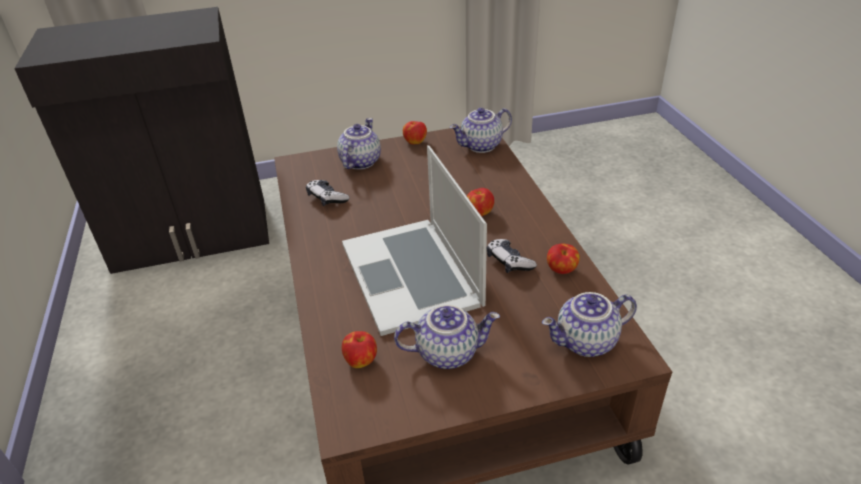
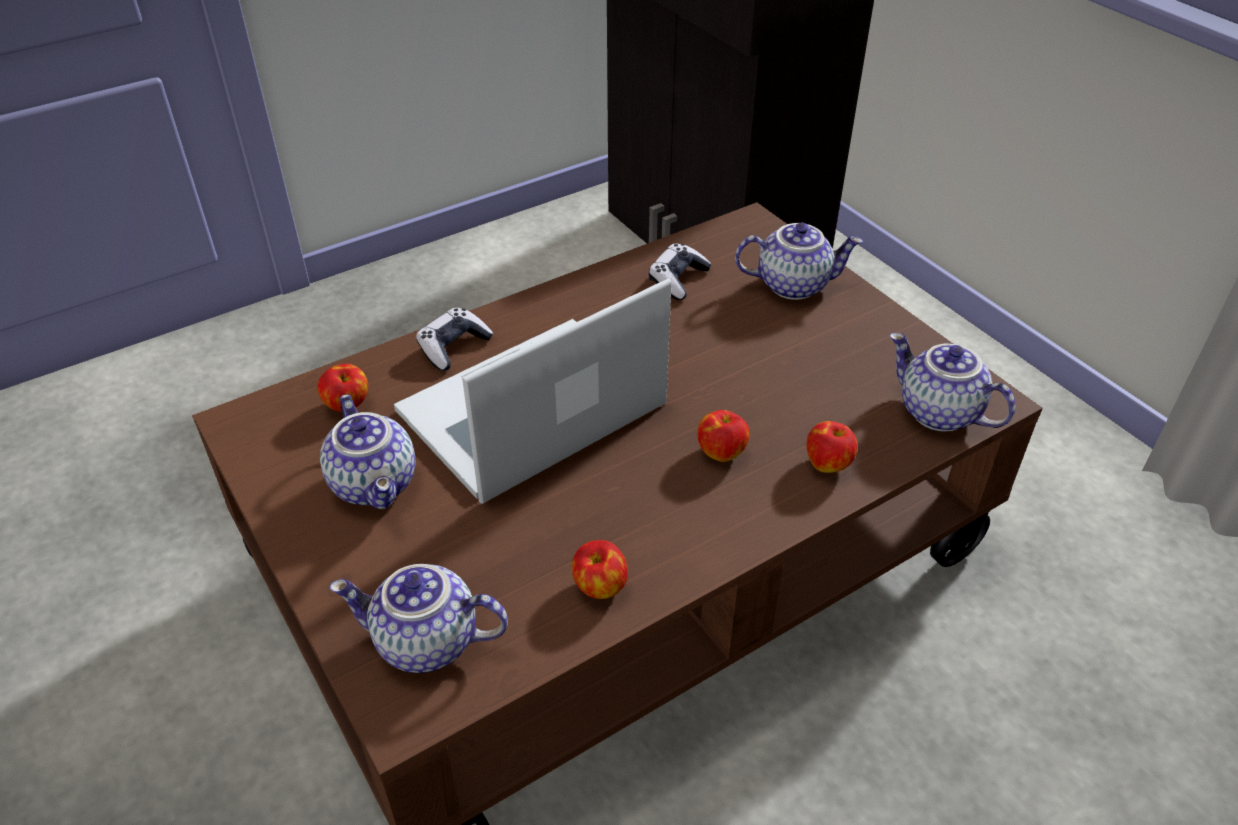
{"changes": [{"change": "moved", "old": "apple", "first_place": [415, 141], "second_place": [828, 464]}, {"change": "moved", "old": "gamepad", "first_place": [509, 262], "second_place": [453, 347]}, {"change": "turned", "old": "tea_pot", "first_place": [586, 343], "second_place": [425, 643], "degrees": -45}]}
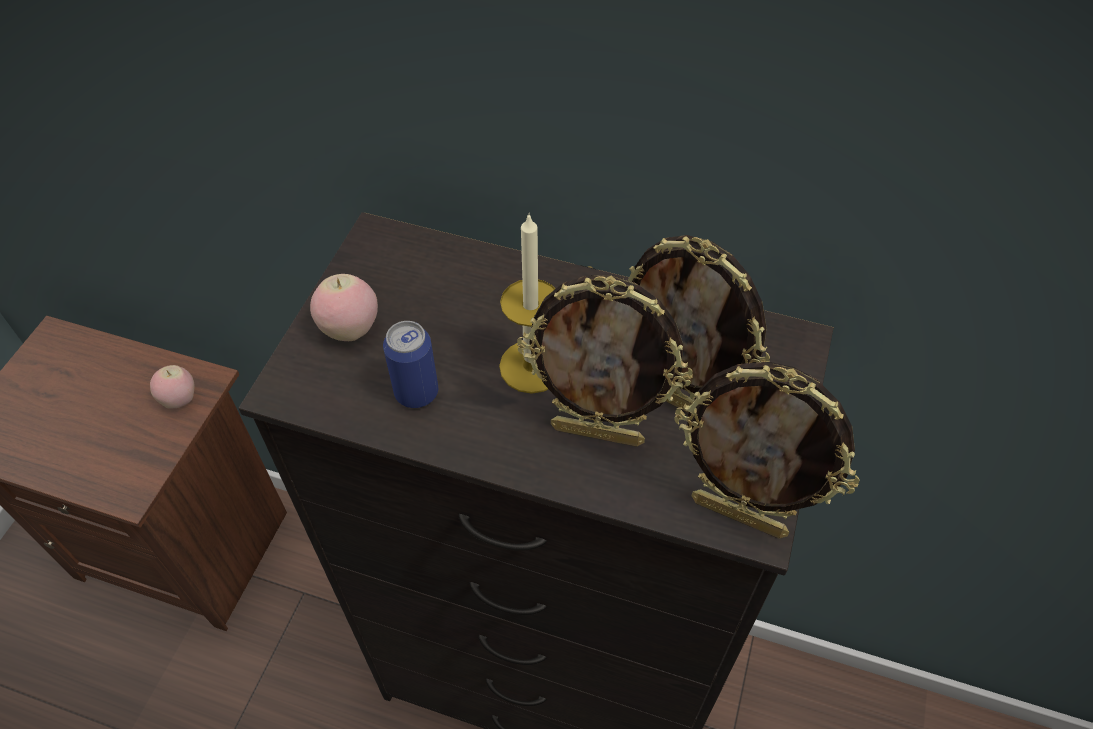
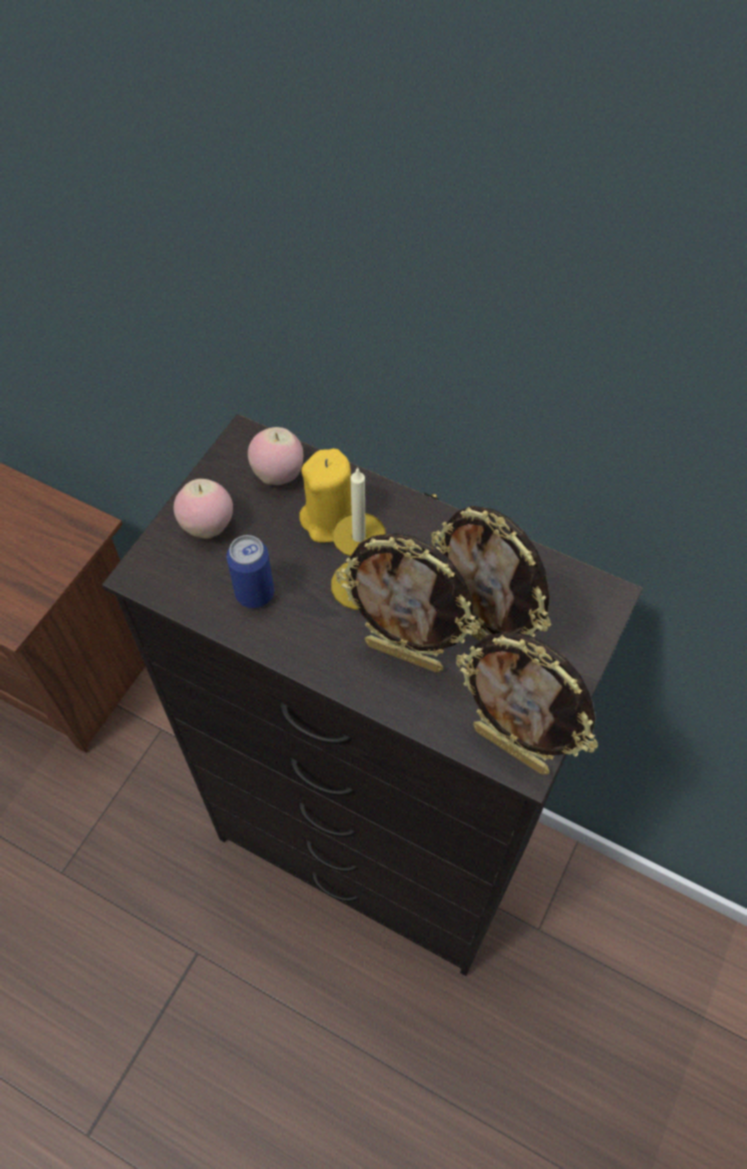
{"changes": [{"change": "moved", "old": "apple", "first_place": [180, 399], "second_place": [278, 475]}, {"change": "added", "new": "yellow-coloured_wax_candle", "second_place": [330, 520]}]}
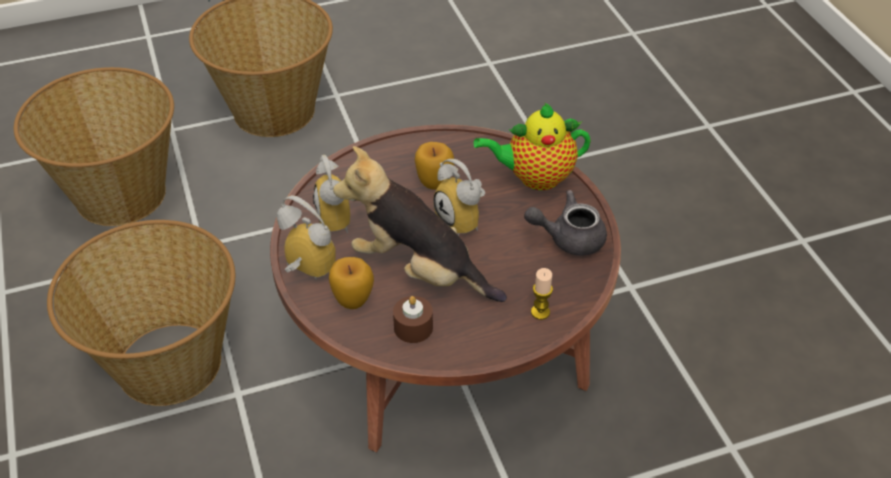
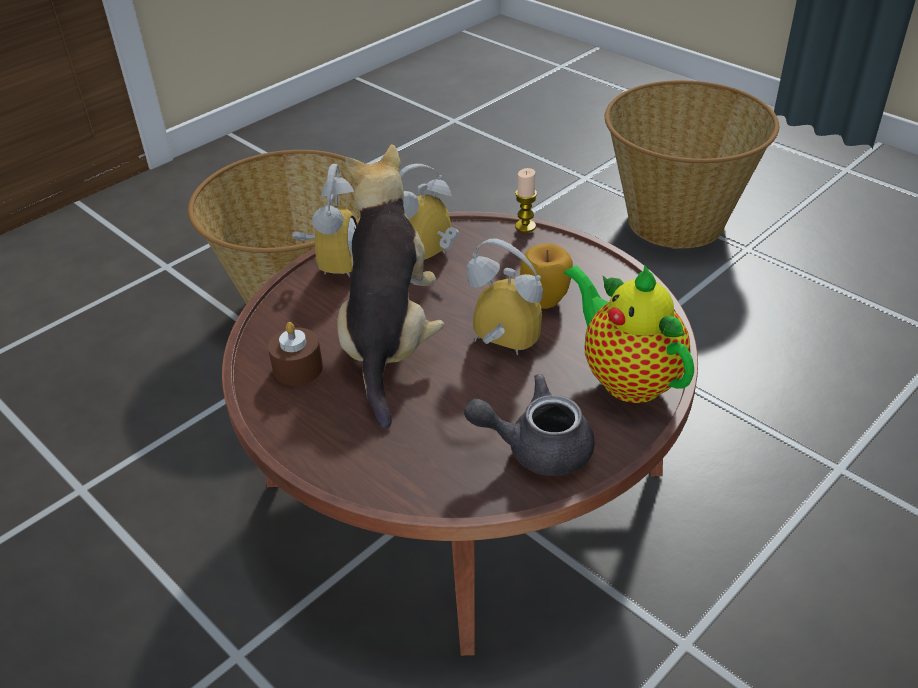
{"changes": [{"change": "removed", "old": "basket", "first_place": [119, 194]}, {"change": "removed", "old": "apple", "first_place": [353, 300]}, {"change": "turned", "old": "bedside_clock", "first_place": [464, 220], "second_place": [499, 347], "degrees": 90}, {"change": "turned", "old": "greyish_tea_pot", "first_place": [568, 238], "second_place": [536, 447], "degrees": -60}, {"change": "moved", "old": "wax_candle", "first_place": [540, 312], "second_place": [525, 226]}]}
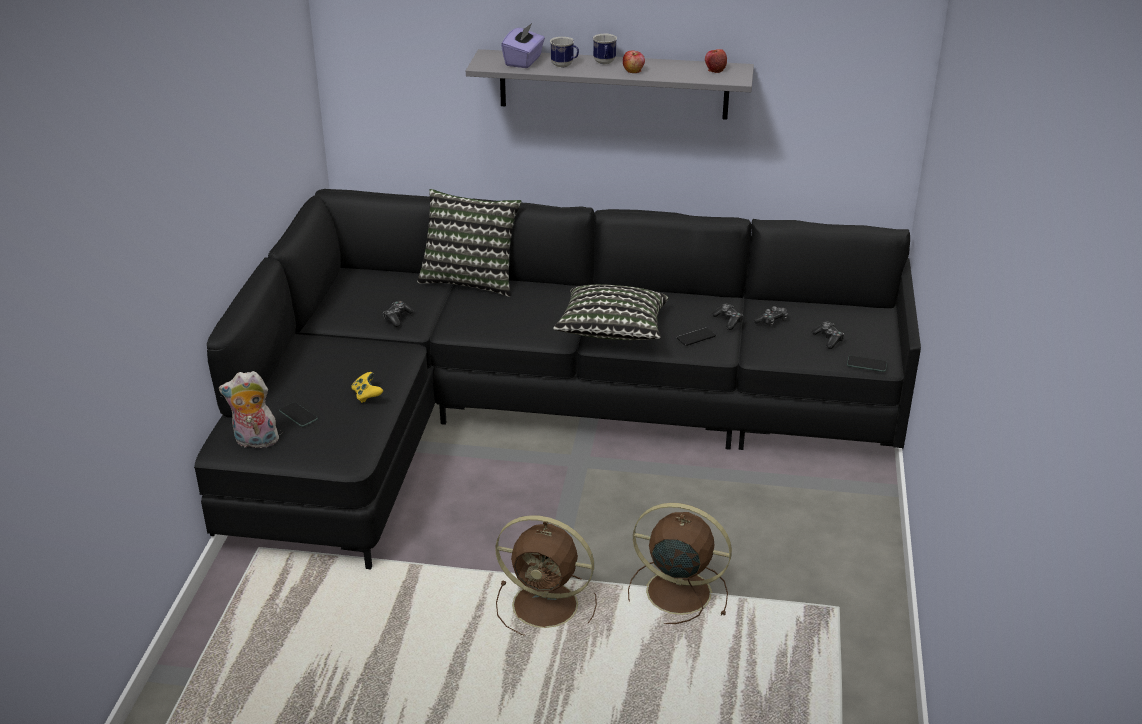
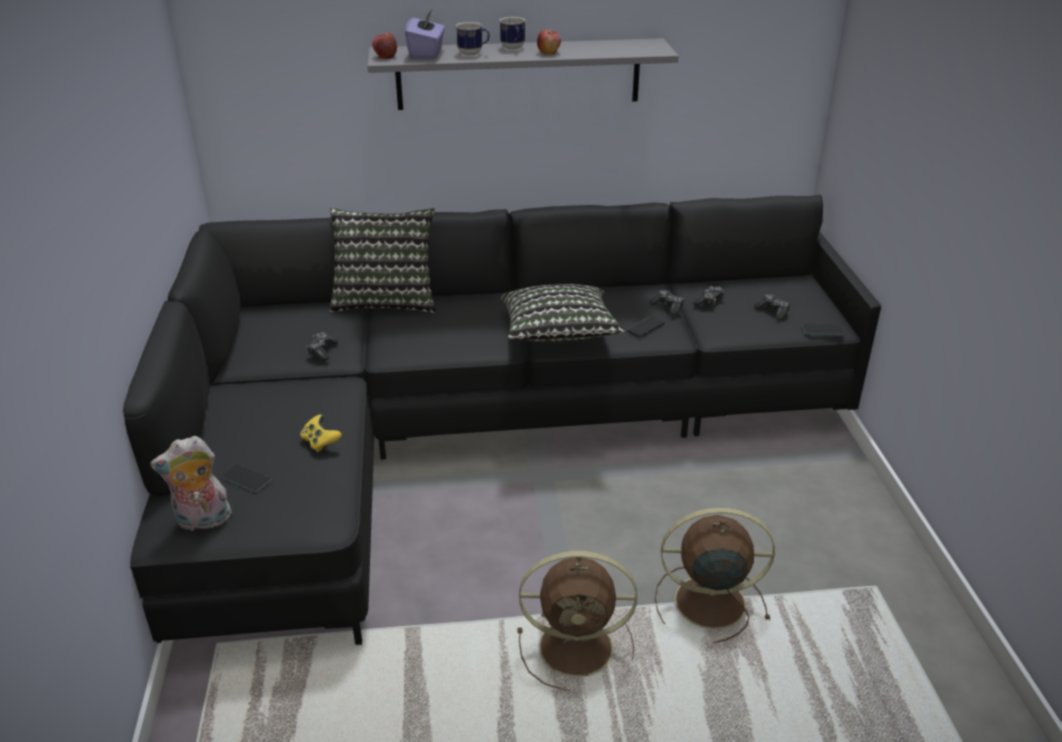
{"changes": [{"change": "moved", "old": "apple", "first_place": [715, 69], "second_place": [385, 56]}]}
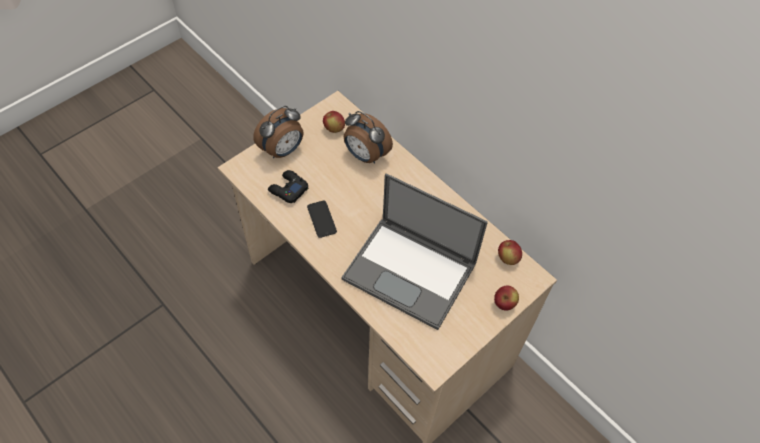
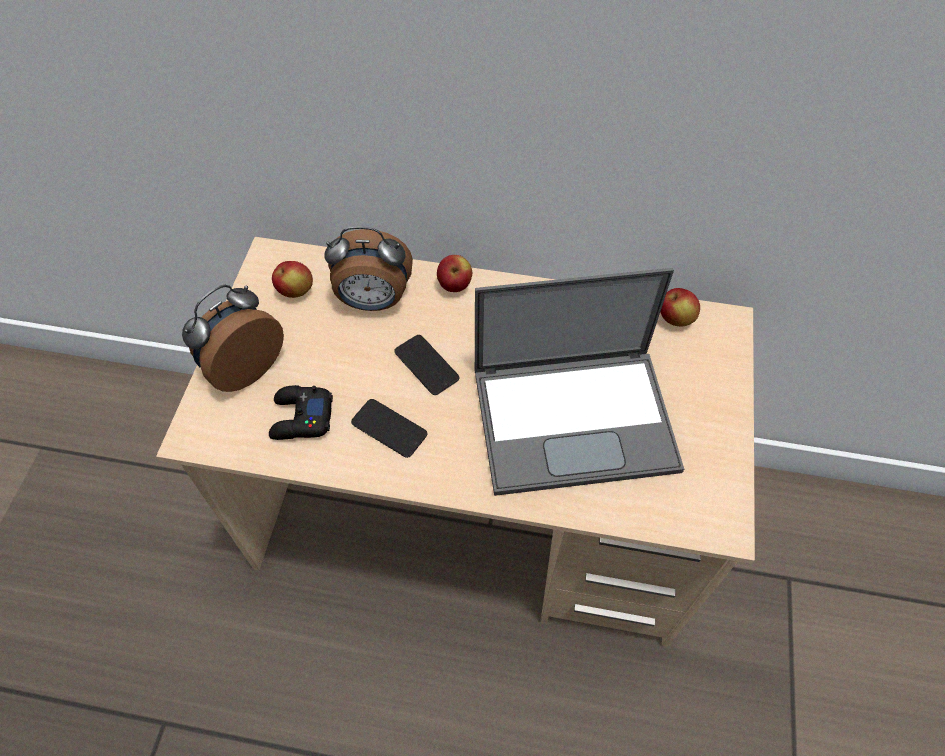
{"changes": [{"change": "turned", "old": "bedside_clock", "first_place": [283, 150], "second_place": [243, 367], "degrees": -150}, {"change": "moved", "old": "apple", "first_place": [504, 303], "second_place": [454, 285]}, {"change": "added", "new": "phone", "second_place": [426, 365]}]}
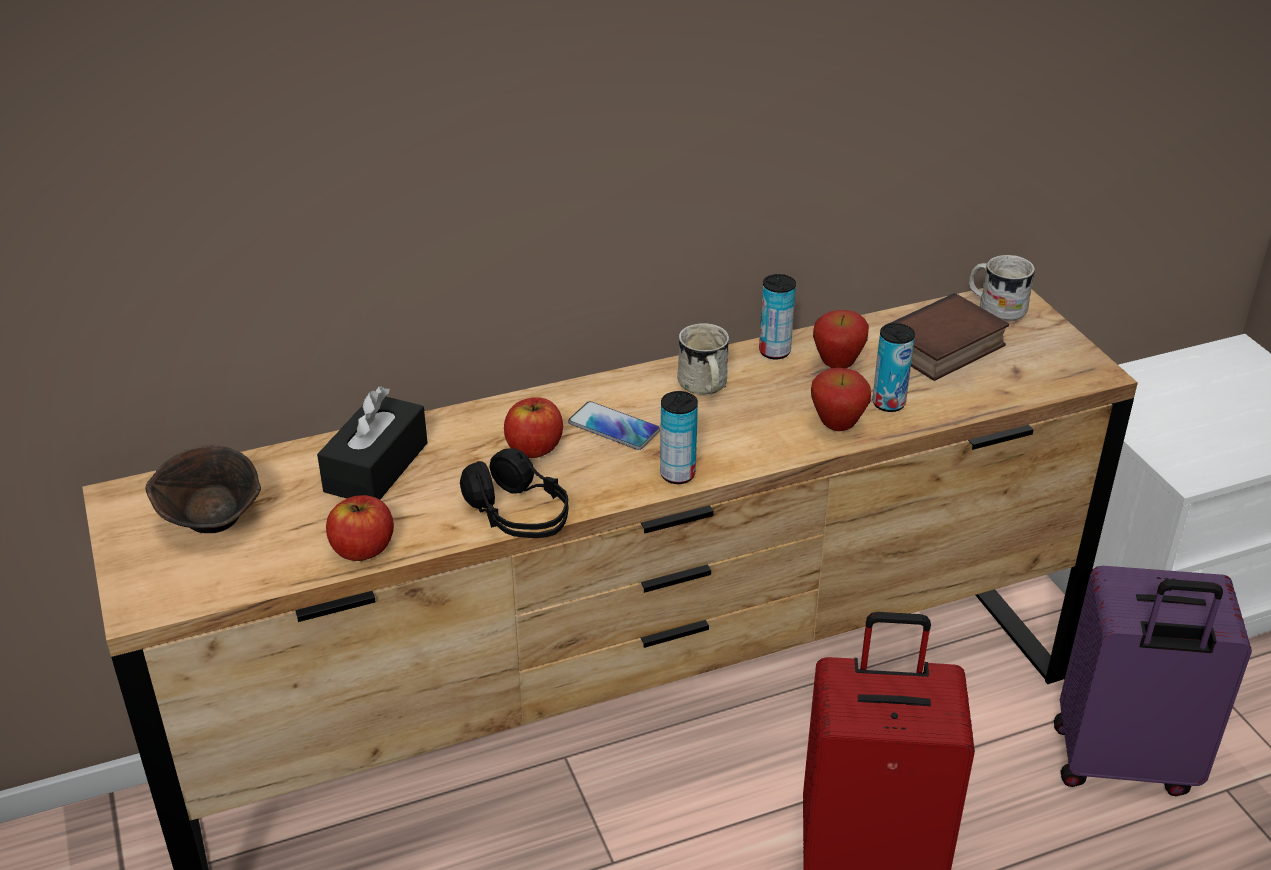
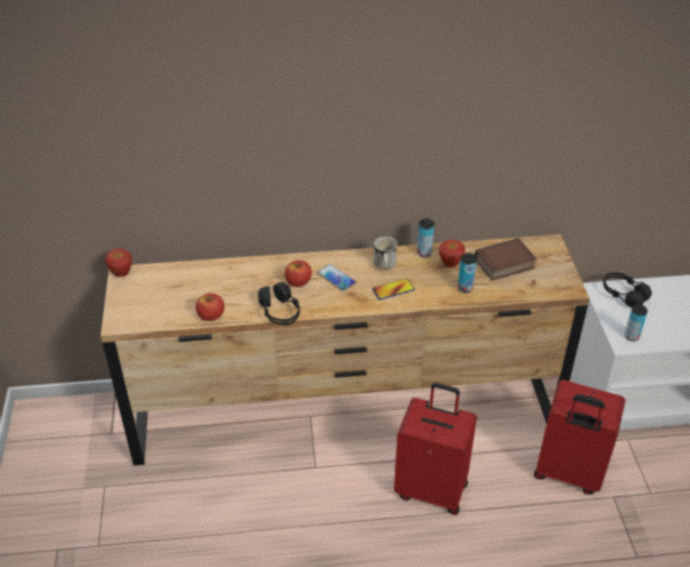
{"changes": [{"change": "removed", "old": "brown_deep_dish", "first_place": [214, 522]}, {"change": "removed", "old": "blackish_tissue_box", "first_place": [376, 467]}, {"change": "moved", "old": "can", "first_place": [677, 474], "second_place": [631, 336]}, {"change": "moved", "old": "apple", "first_place": [837, 426], "second_place": [121, 274]}, {"change": "removed", "old": "whitish_coffee_mug", "first_place": [995, 308]}, {"change": "recoloured", "old": "purplish_piece_of_luggage", "new": "red-coloured_piece_of_luggage", "first_place": [1123, 763], "second_place": [568, 473]}, {"change": "added", "new": "phone", "second_place": [393, 290]}, {"change": "added", "new": "blackish_headphones", "second_place": [623, 295]}]}
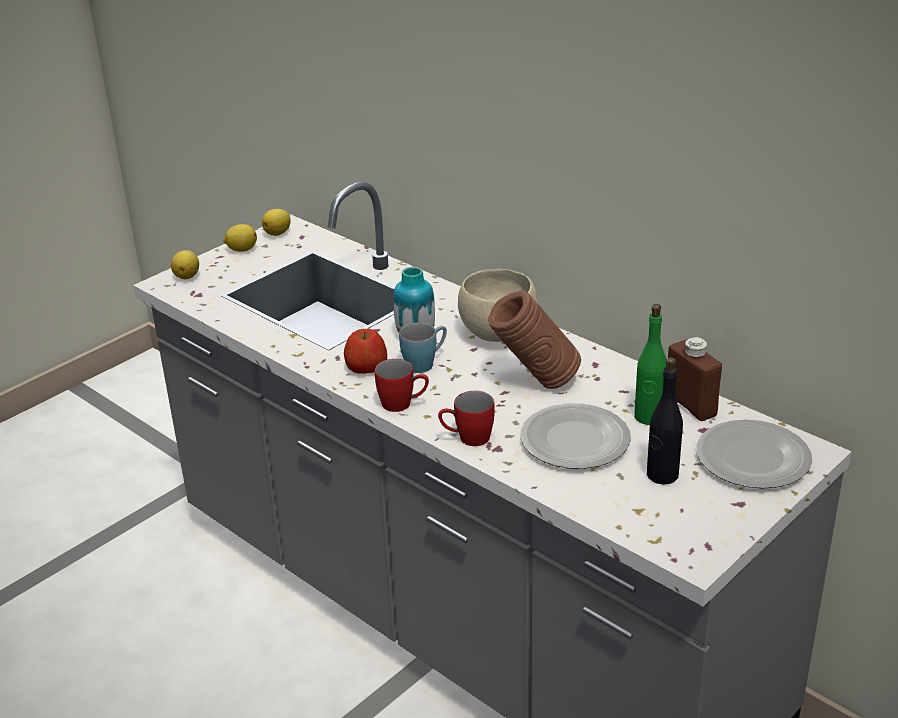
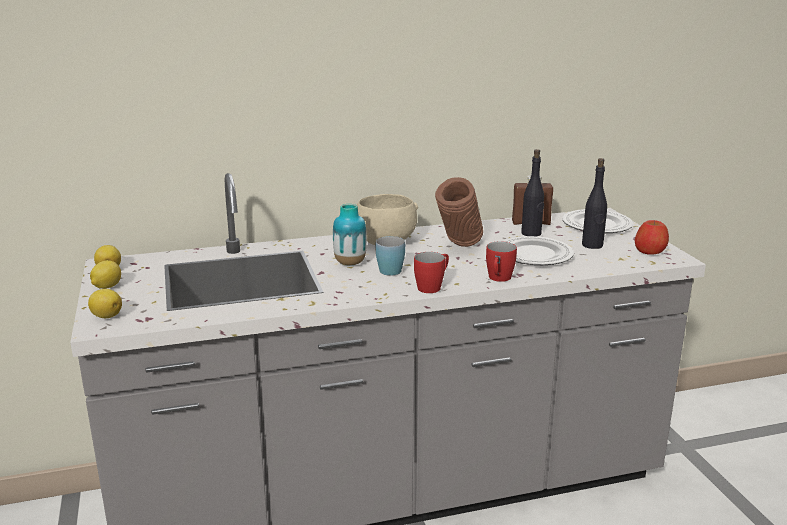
{"changes": [{"change": "moved", "old": "apple", "first_place": [366, 367], "second_place": [650, 251]}, {"change": "recoloured", "old": "green-coloured_beverage_bottle", "new": "blackish_beverage_bottle", "first_place": [649, 417], "second_place": [531, 233]}]}
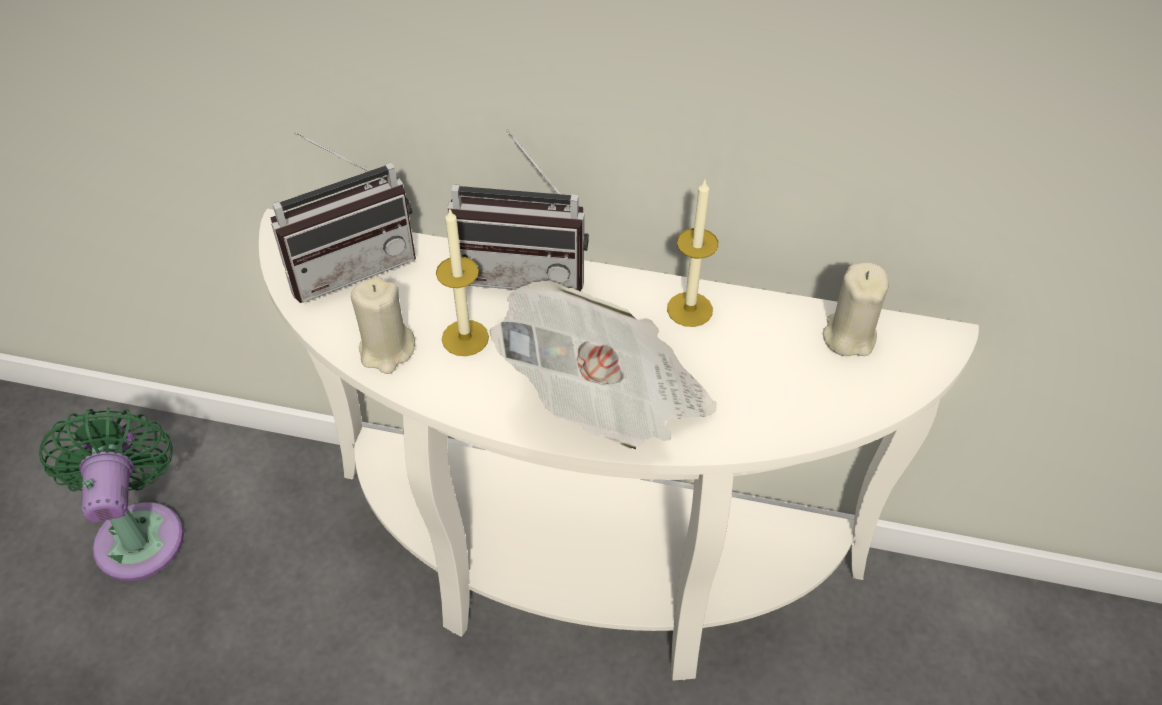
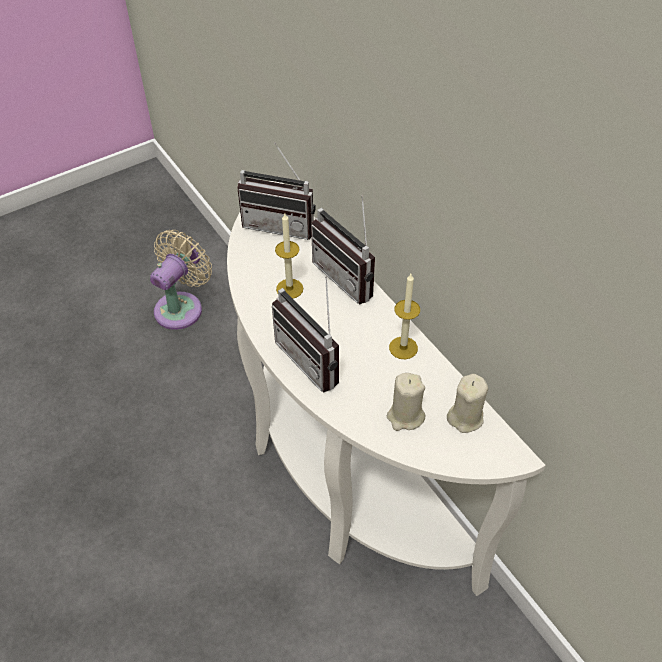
{"changes": [{"change": "recoloured", "old": "green-coloured_fan", "new": "beige_fan", "first_place": [139, 532], "second_place": [182, 307]}, {"change": "moved", "old": "beige_wax_candle", "first_place": [386, 350], "second_place": [405, 416]}, {"change": "replaced", "old": "newspaper", "new": "radio_set", "first_place": [607, 400], "second_place": [315, 359]}]}
